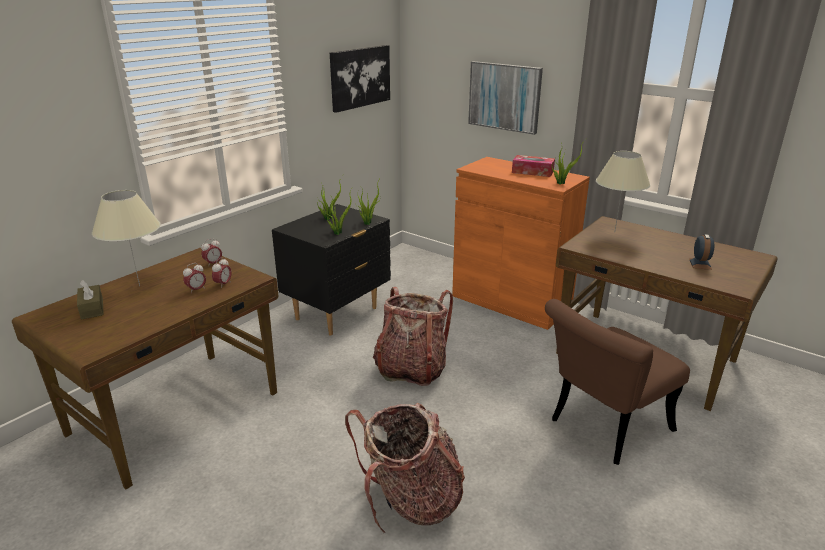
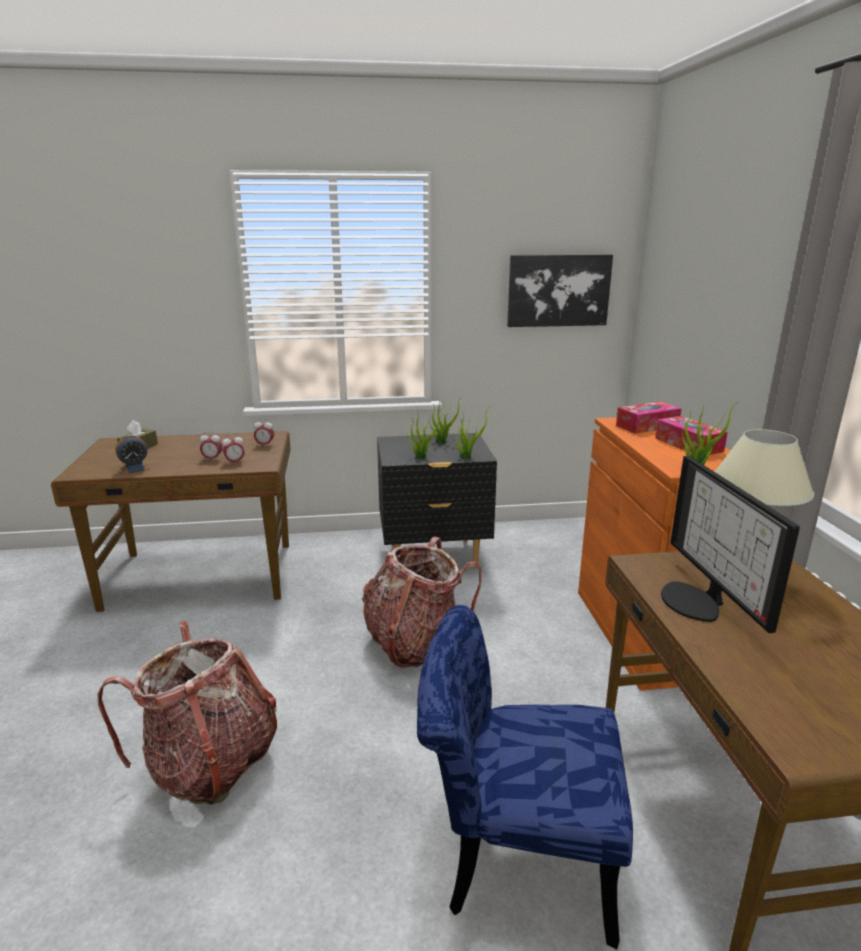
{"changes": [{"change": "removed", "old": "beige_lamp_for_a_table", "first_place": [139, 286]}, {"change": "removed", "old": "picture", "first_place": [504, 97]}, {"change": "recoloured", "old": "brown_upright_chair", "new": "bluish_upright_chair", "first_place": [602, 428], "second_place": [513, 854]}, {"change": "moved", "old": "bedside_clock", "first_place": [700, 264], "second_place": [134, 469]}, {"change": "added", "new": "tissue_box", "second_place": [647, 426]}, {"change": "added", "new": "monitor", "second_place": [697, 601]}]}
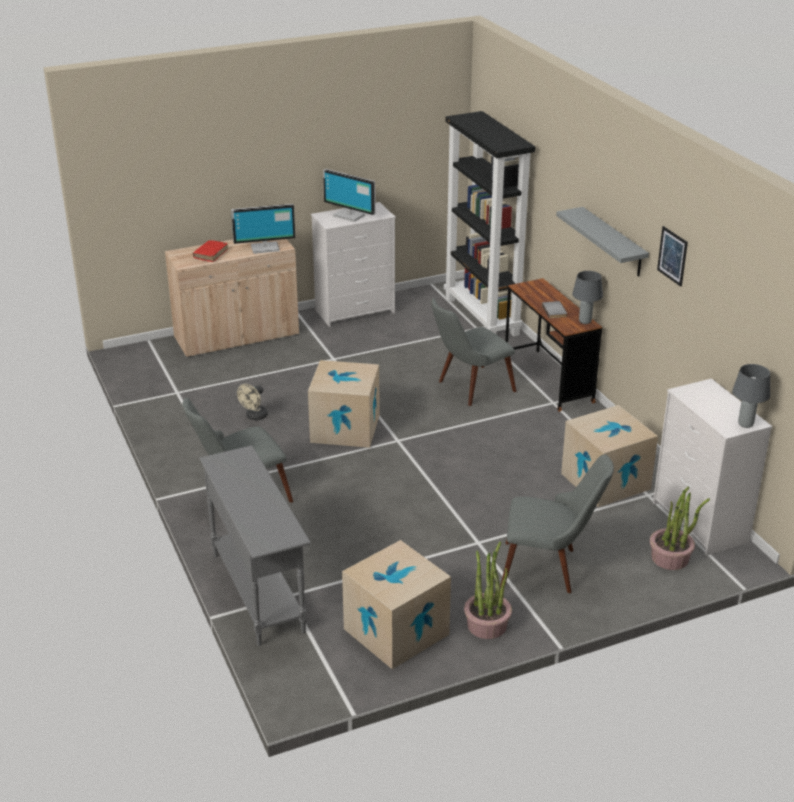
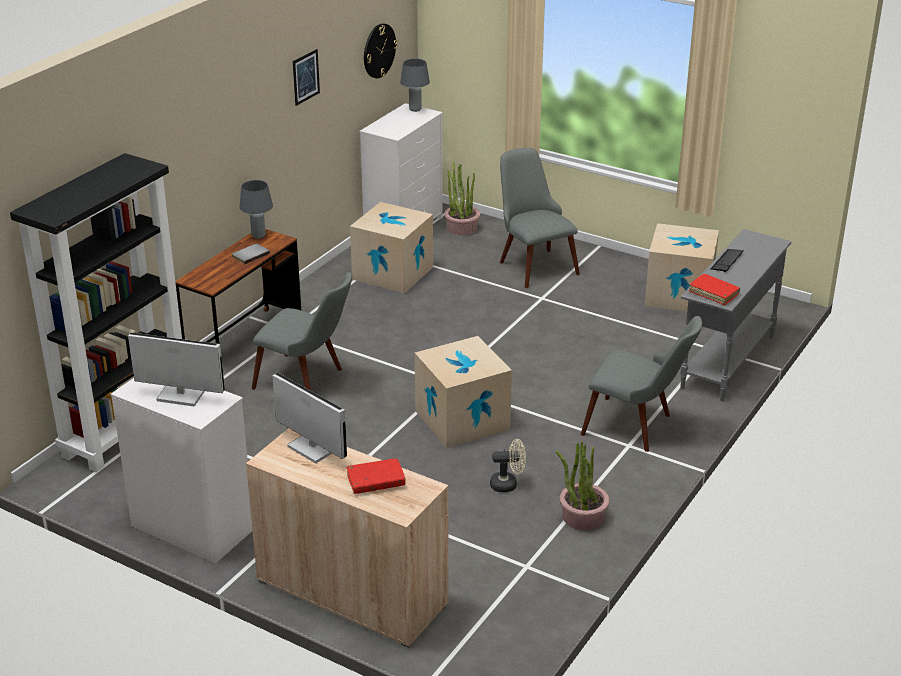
{"changes": [{"change": "turned", "old": "monitor", "first_place": [349, 215], "second_place": [180, 396], "degrees": -75}, {"change": "moved", "old": "plant_in_a_pot", "first_place": [487, 625], "second_place": [582, 517]}, {"change": "removed", "old": "greyish_bracket_shelf", "first_place": [613, 242]}, {"change": "added", "new": "clock_on_the_wall", "second_place": [379, 50]}, {"change": "added", "new": "red-coloured_bound_book", "second_place": [713, 293]}, {"change": "added", "new": "PC_keyboard", "second_place": [727, 261]}]}
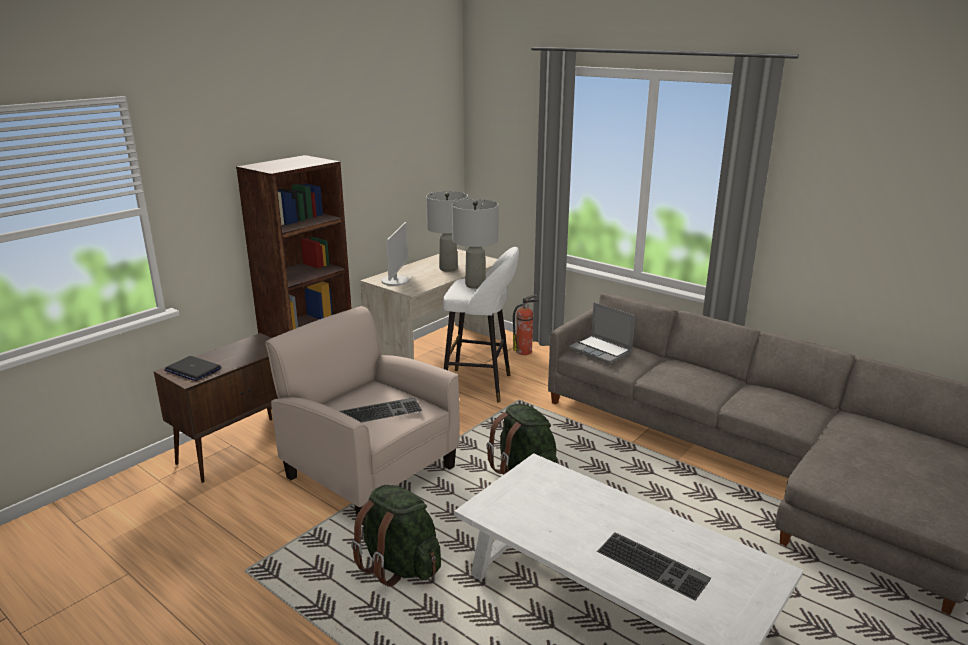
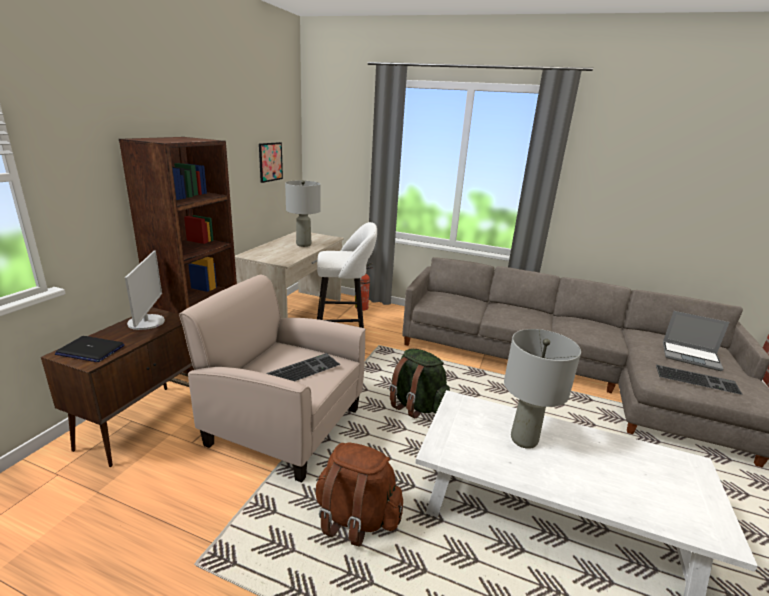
{"changes": [{"change": "recoloured", "old": "green-coloured_backpack", "new": "brown_backpack", "first_place": [399, 565], "second_place": [356, 518]}, {"change": "moved", "old": "monitor", "first_place": [396, 281], "second_place": [147, 322]}, {"change": "moved", "old": "greyish_lamp_for_a_table", "first_place": [475, 285], "second_place": [524, 440]}, {"change": "moved", "old": "laptop", "first_place": [601, 350], "second_place": [691, 356]}, {"change": "moved", "old": "PC_keyboard", "first_place": [654, 564], "second_place": [697, 379]}, {"change": "added", "new": "picture", "second_place": [270, 162]}]}
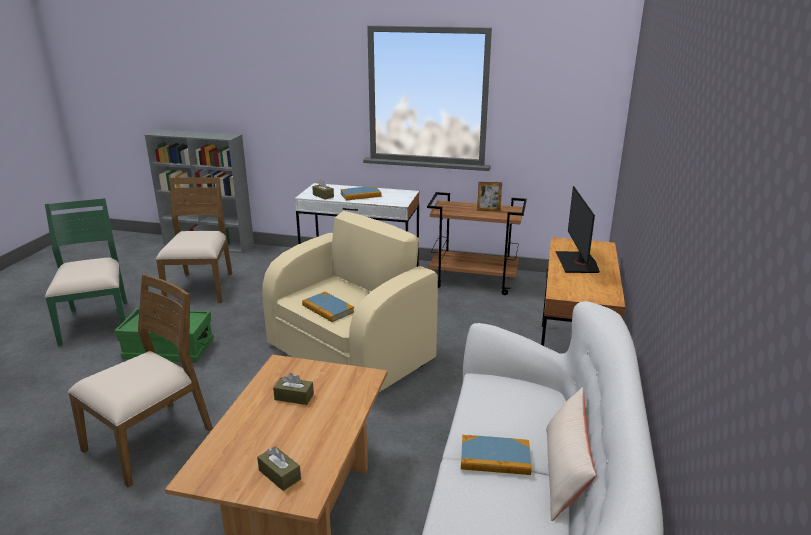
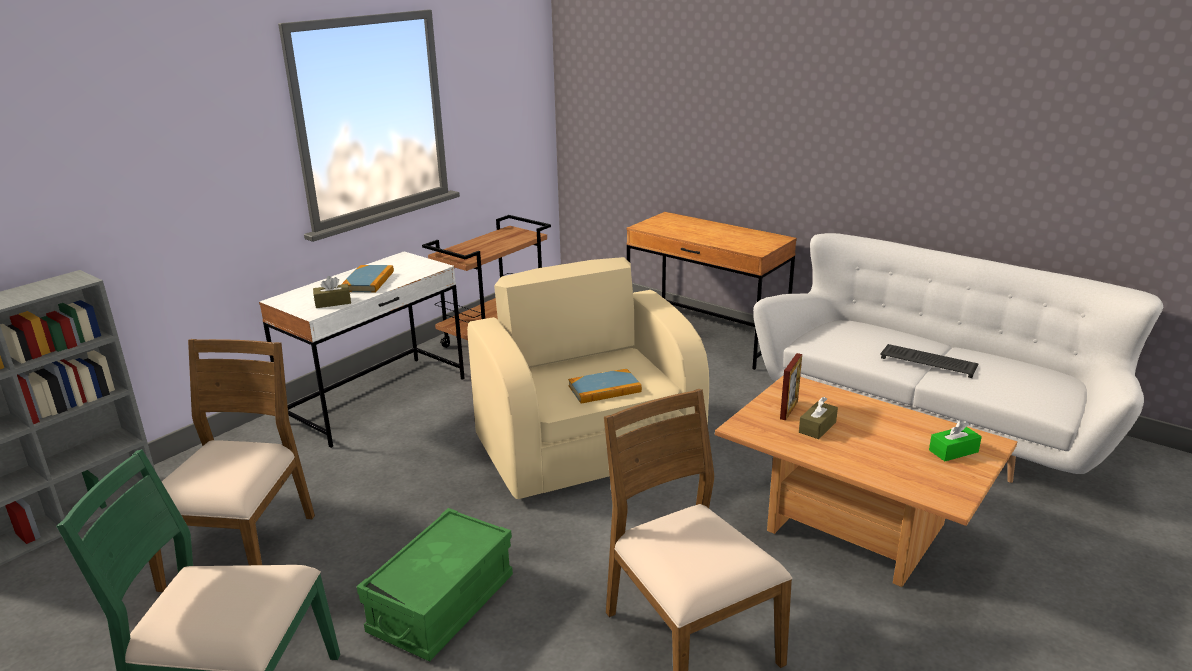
{"changes": [{"change": "turned", "old": "brown_upright_chair", "first_place": [201, 287], "second_place": [244, 550], "degrees": 75}, {"change": "recoloured", "old": "brown_tissue_box", "new": "green-coloured_tissue_box", "first_place": [279, 475], "second_place": [953, 451]}, {"change": "replaced", "old": "bound_book", "new": "PC_keyboard", "first_place": [495, 458], "second_place": [929, 362]}, {"change": "moved", "old": "photo_frame", "first_place": [488, 210], "second_place": [789, 410]}, {"change": "removed", "old": "beige_cushion", "first_place": [565, 472]}, {"change": "removed", "old": "monitor", "first_place": [577, 263]}]}
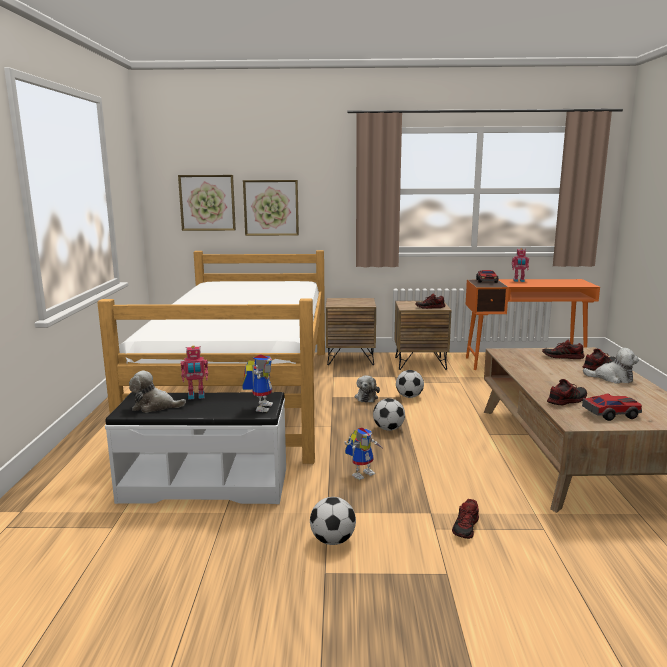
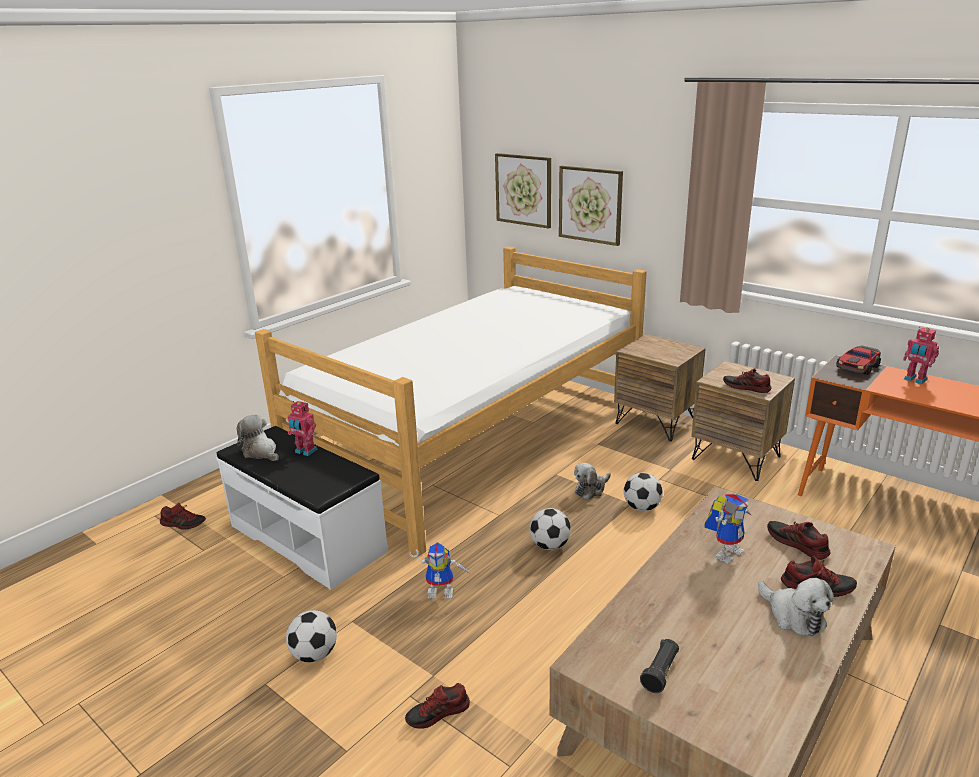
{"changes": [{"change": "moved", "old": "model_robot", "first_place": [261, 406], "second_place": [726, 551]}, {"change": "moved", "old": "item_of_footwear", "first_place": [566, 400], "second_place": [183, 523]}, {"change": "replaced", "old": "model_car", "new": "blackish_hand_torch", "first_place": [610, 413], "second_place": [660, 672]}]}
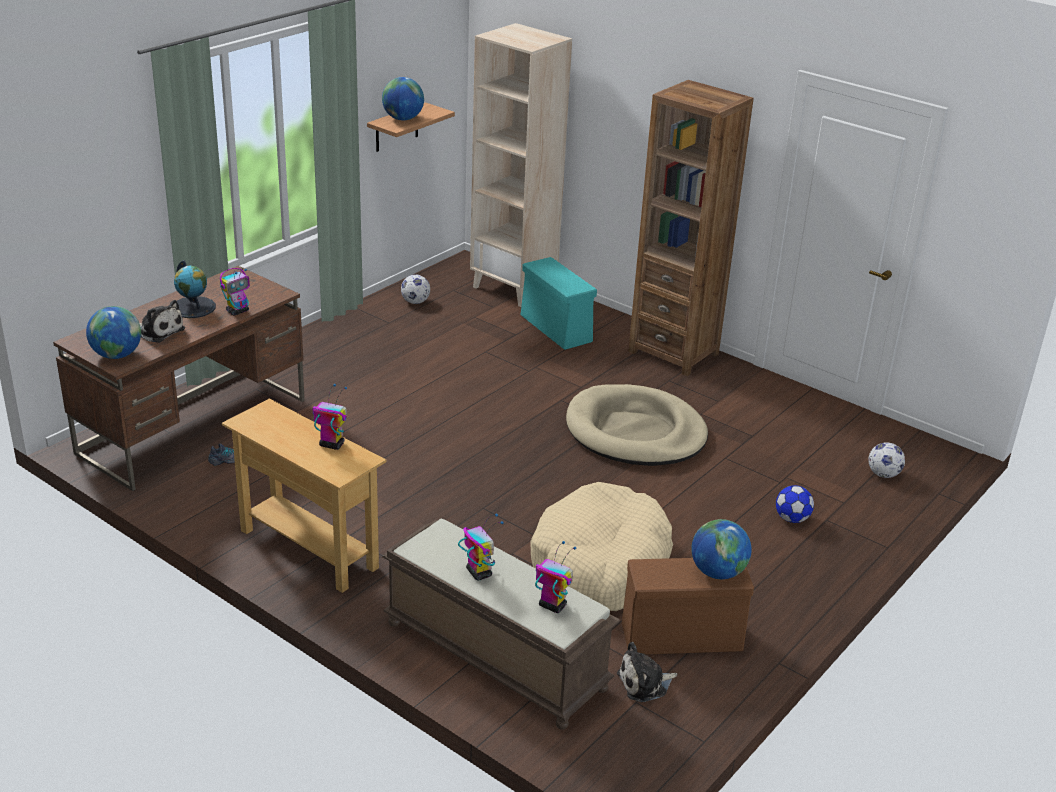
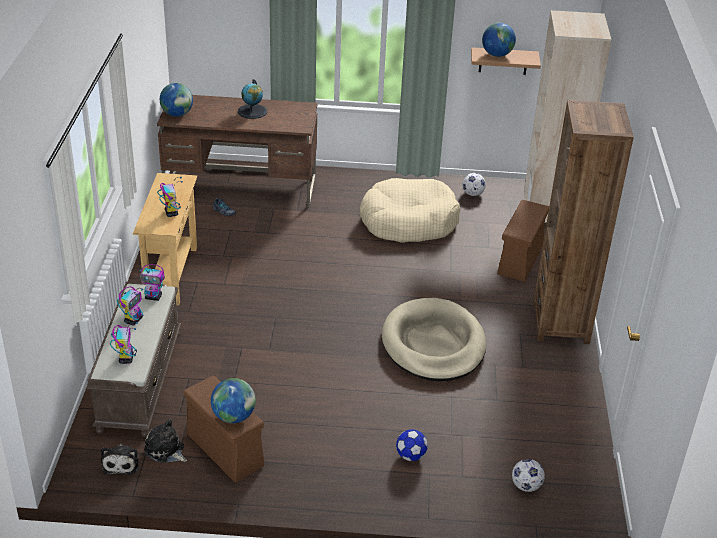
{"changes": [{"change": "moved", "old": "soft_toy", "first_place": [159, 331], "second_place": [121, 463]}, {"change": "moved", "old": "model_robot", "first_place": [238, 311], "second_place": [154, 297]}, {"change": "recoloured", "old": "blue-green_storage_container", "new": "brown_storage_container", "first_place": [557, 329], "second_place": [520, 260]}, {"change": "moved", "old": "beige_dog_bed", "first_place": [600, 565], "second_place": [408, 221]}]}
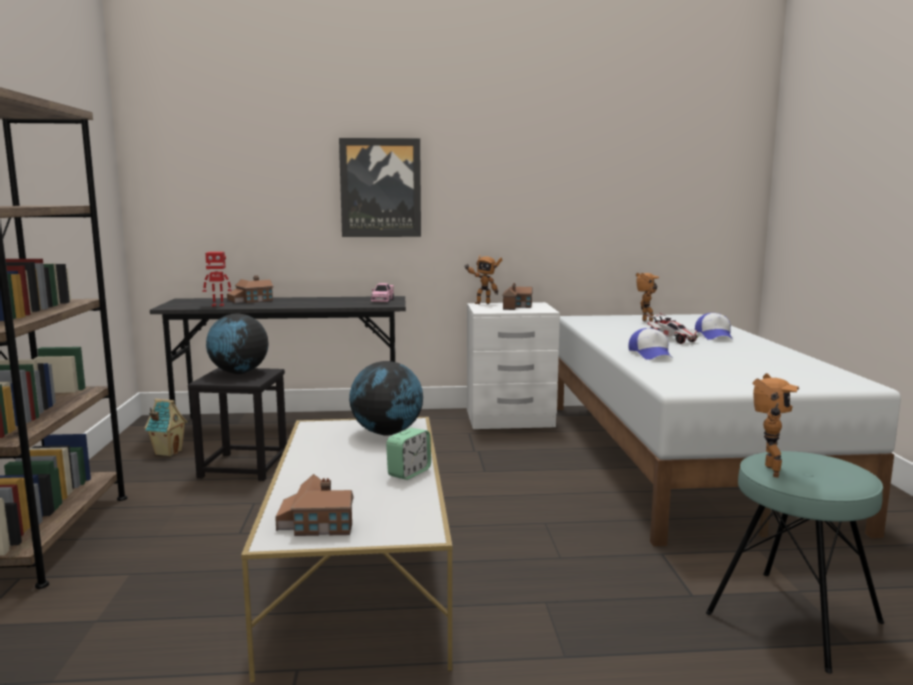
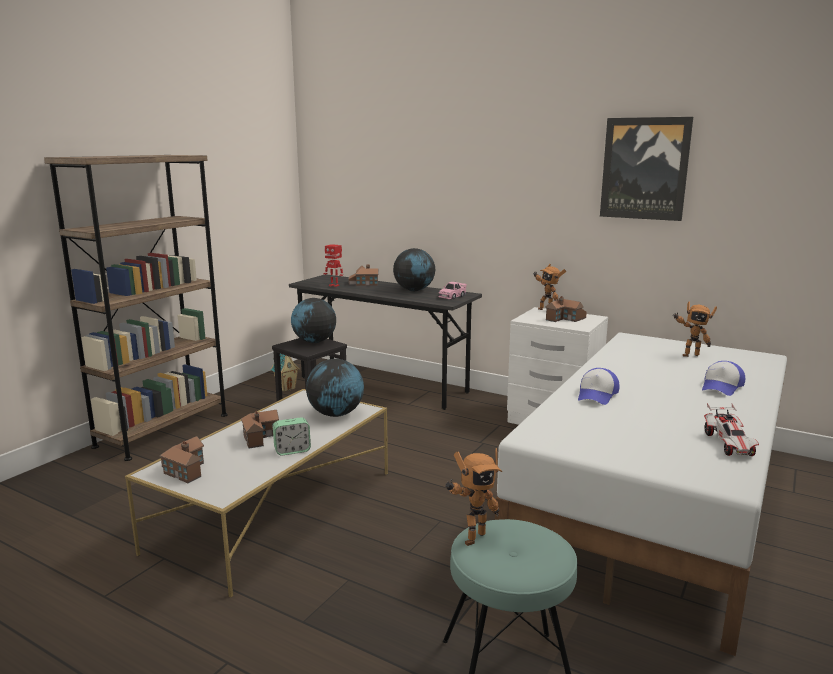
{"changes": [{"change": "moved", "old": "picture", "first_place": [380, 188], "second_place": [644, 168]}, {"change": "turned", "old": "model_robot", "first_place": [646, 322], "second_place": [689, 355], "degrees": 75}, {"change": "moved", "old": "model_car", "first_place": [671, 339], "second_place": [729, 444]}, {"change": "added", "new": "model_house", "second_place": [260, 436]}, {"change": "added", "new": "world_globe", "second_place": [414, 290]}]}
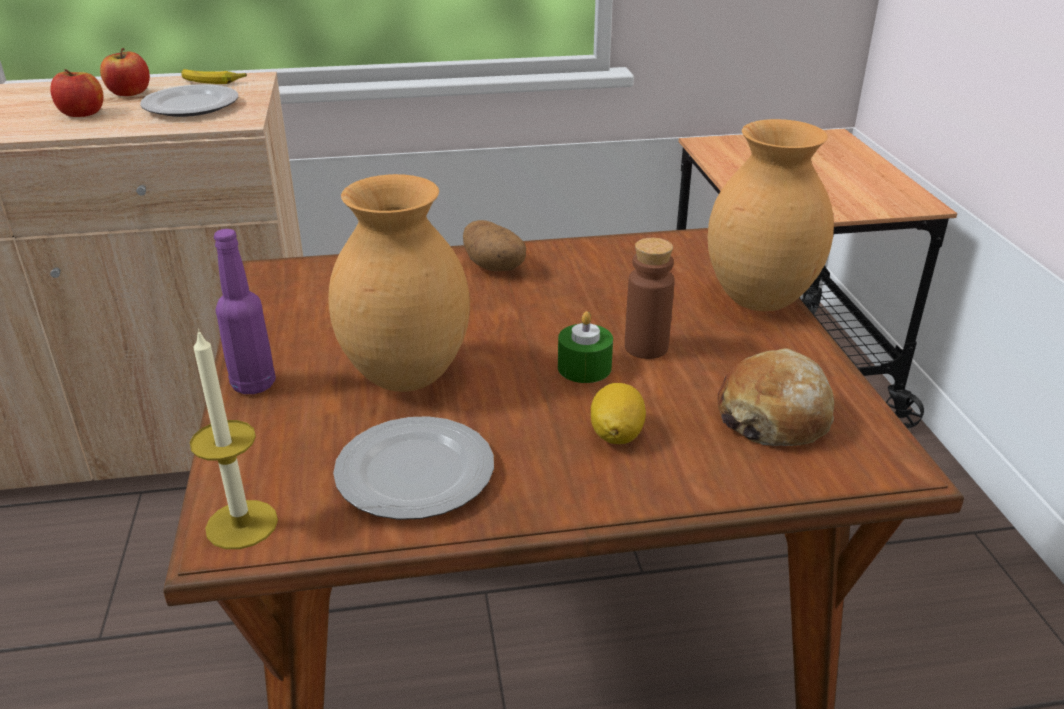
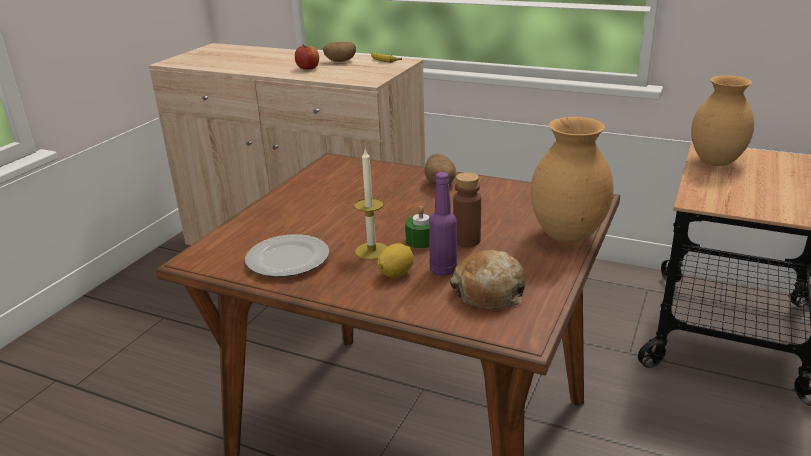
{"changes": [{"change": "replaced", "old": "apple", "new": "spud", "first_place": [130, 93], "second_place": [340, 61]}, {"change": "removed", "old": "dinner_plate", "first_place": [191, 106]}, {"change": "moved", "old": "wax_candle", "first_place": [242, 524], "second_place": [372, 251]}, {"change": "moved", "old": "purplish_beverage_bottle", "first_place": [254, 384], "second_place": [443, 270]}, {"change": "moved", "old": "brown_vase", "first_place": [406, 378], "second_place": [715, 162]}]}
